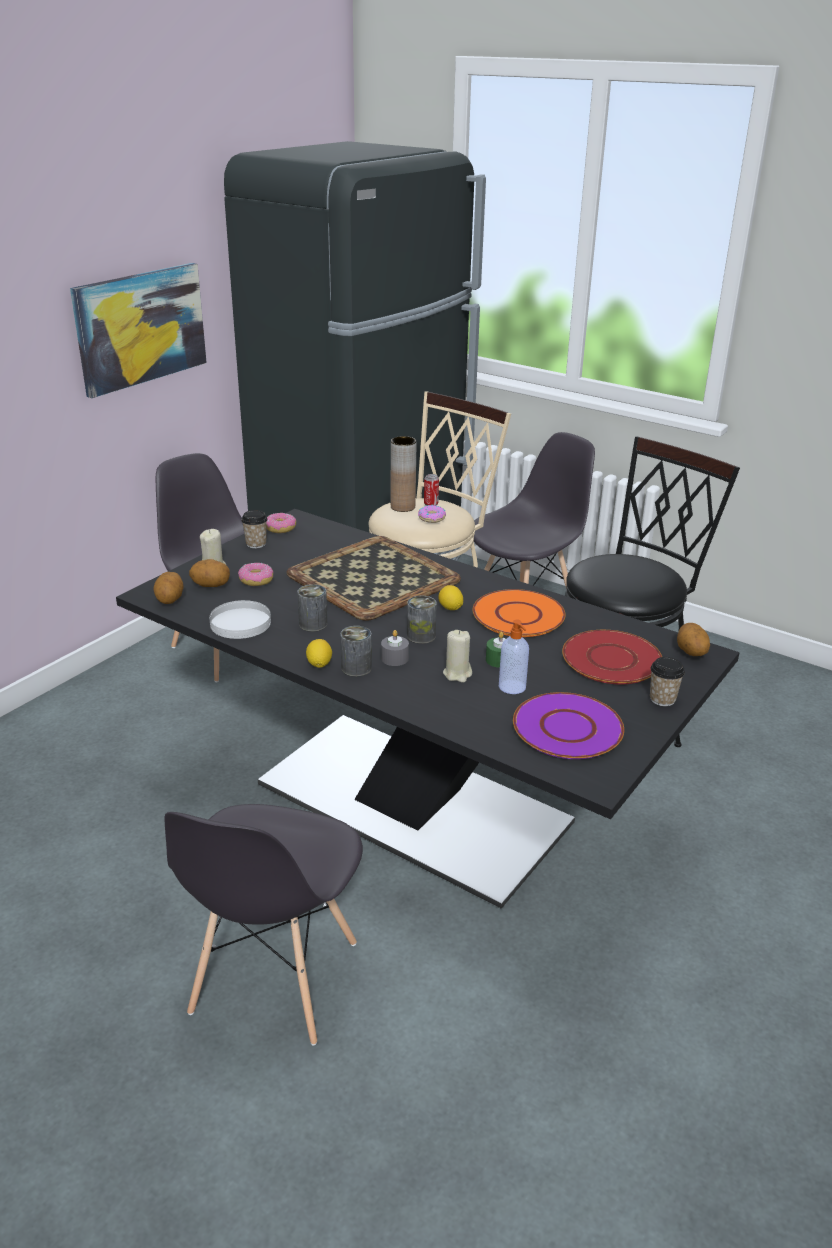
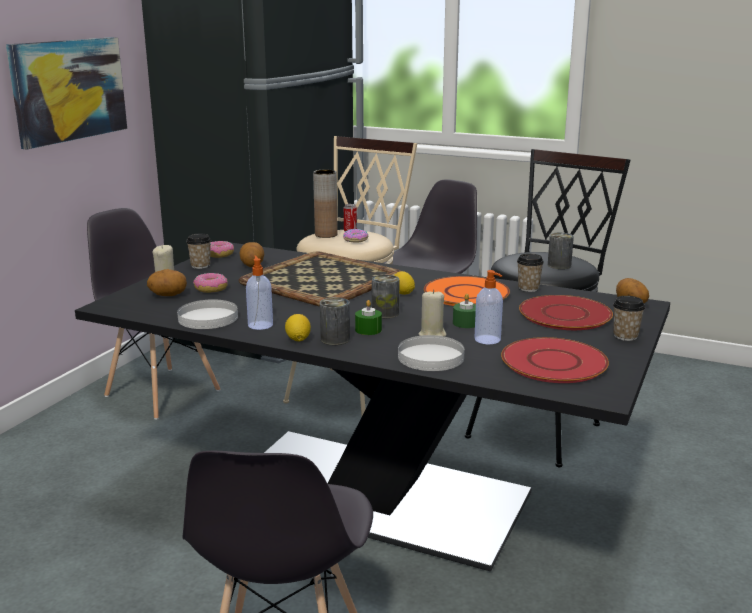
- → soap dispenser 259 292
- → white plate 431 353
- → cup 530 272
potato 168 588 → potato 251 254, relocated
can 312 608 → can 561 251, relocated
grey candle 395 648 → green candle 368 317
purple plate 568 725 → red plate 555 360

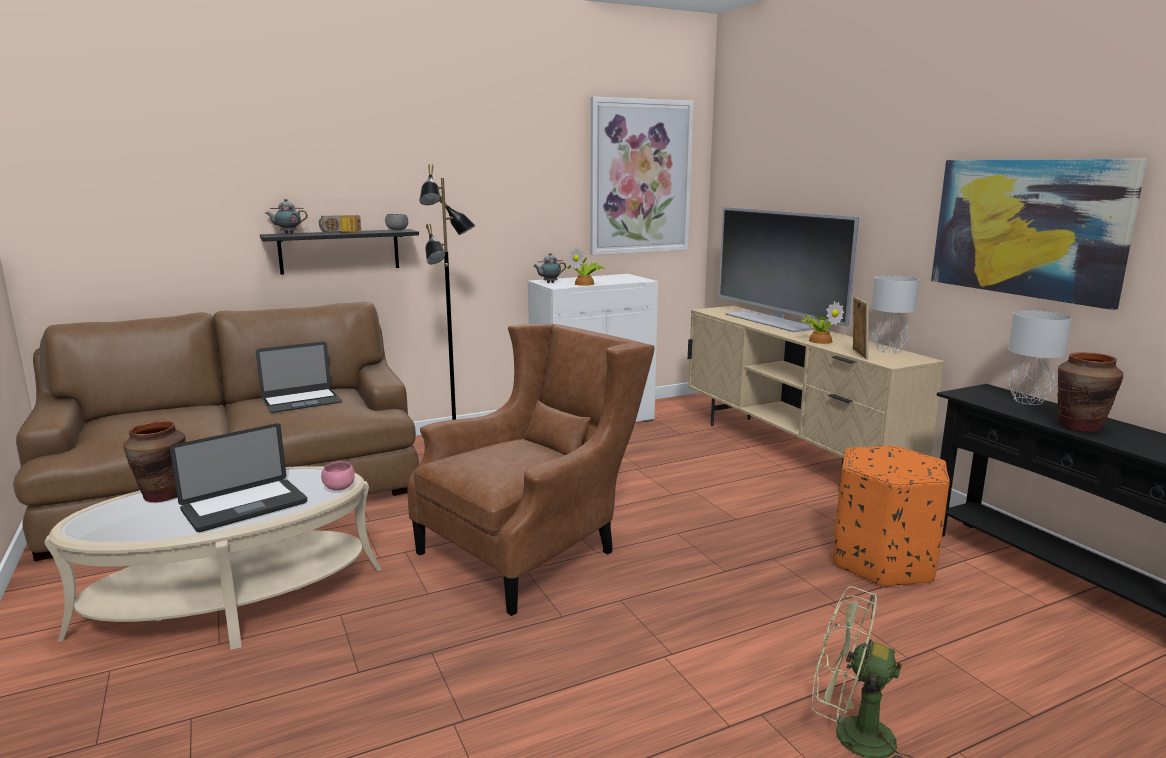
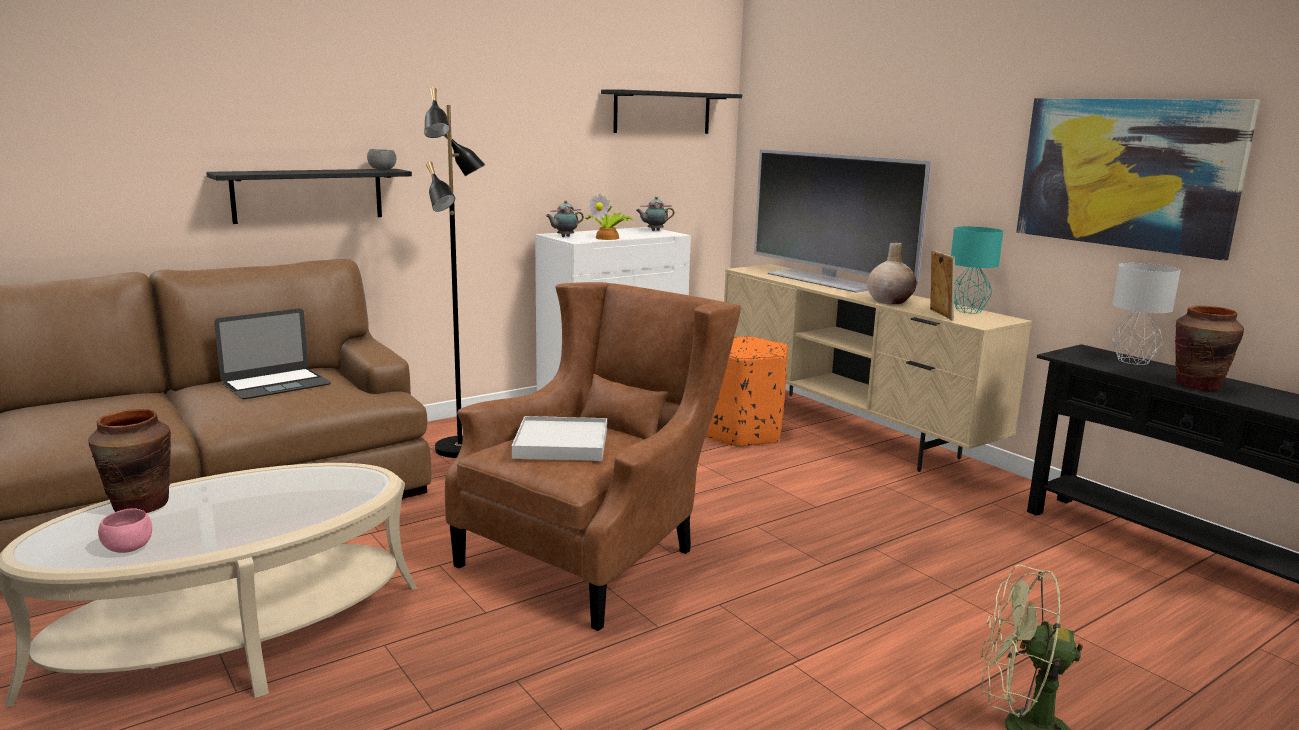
laptop 238 477 → -
radio 340 224 → -
- → white tray 559 438
teapot 287 216 → teapot 655 214, relocated
pink bowl 338 476 → pink bowl 125 530, relocated
orange ottoman 891 516 → orange ottoman 747 392, relocated
picture 642 176 → black shelf 671 112
potted plant 821 322 → beige vase 892 273
grey table lamp 895 314 → turquoise table lamp 977 269

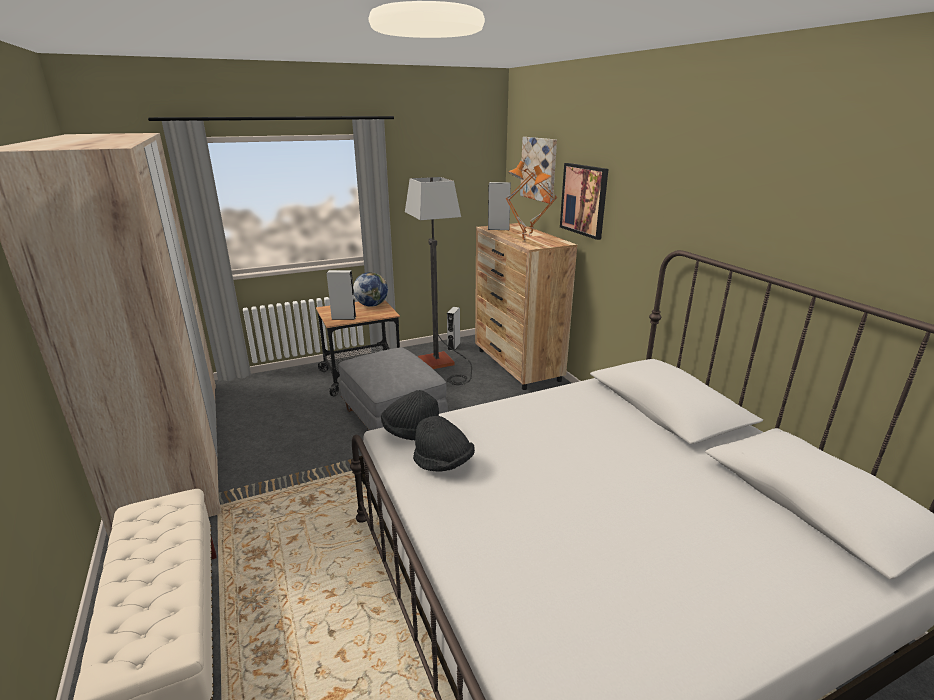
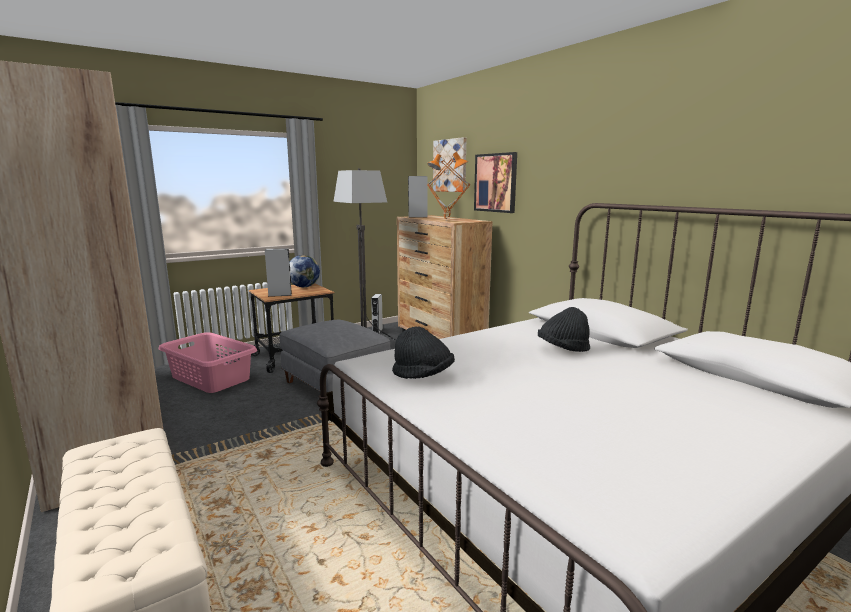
- → pink laundry basket 208 362
black hat 410 415 → black hat 564 329, relocated

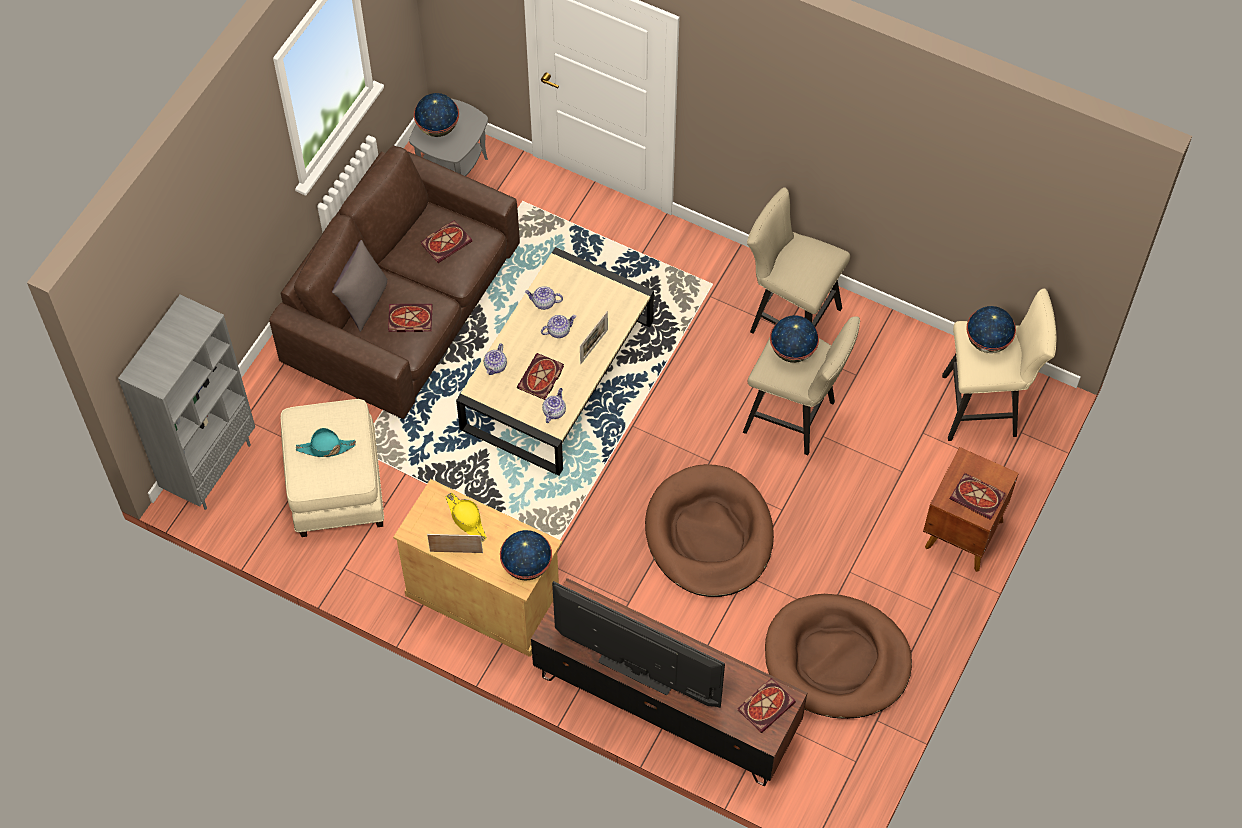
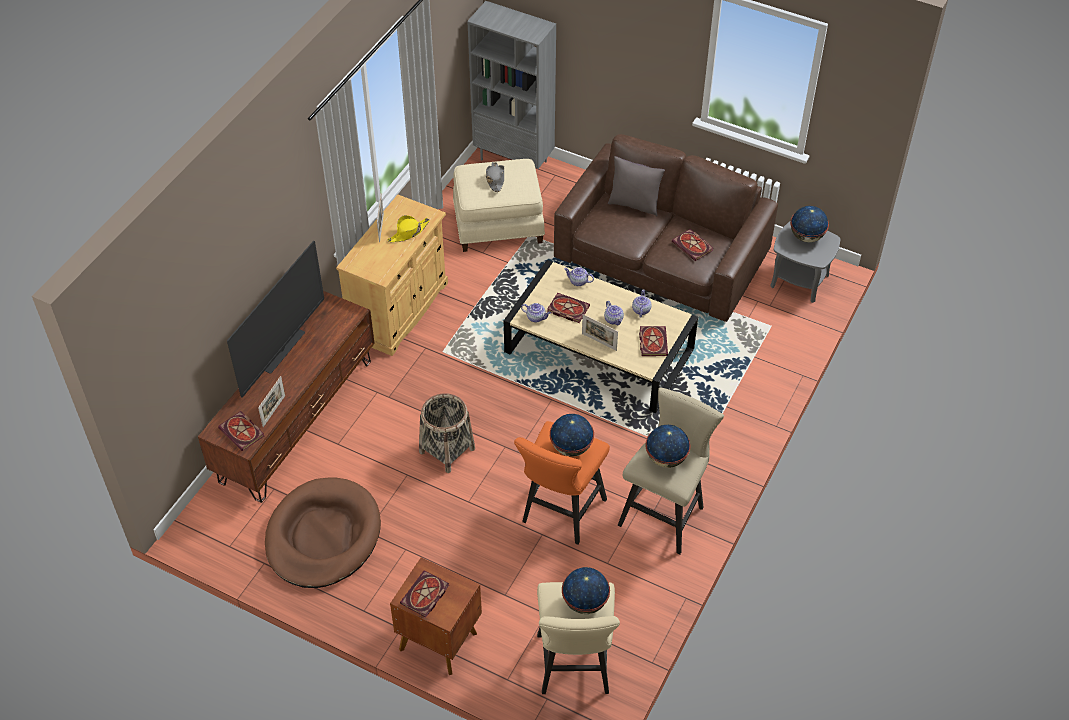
- → picture frame 271 401
book 410 318 → book 653 341, relocated
globe 526 555 → globe 668 446, relocated
brown dog bed 709 530 → basket 447 433
turquoise hat 326 442 → grey hat 495 177
beige stool 801 385 → orange stool 562 483

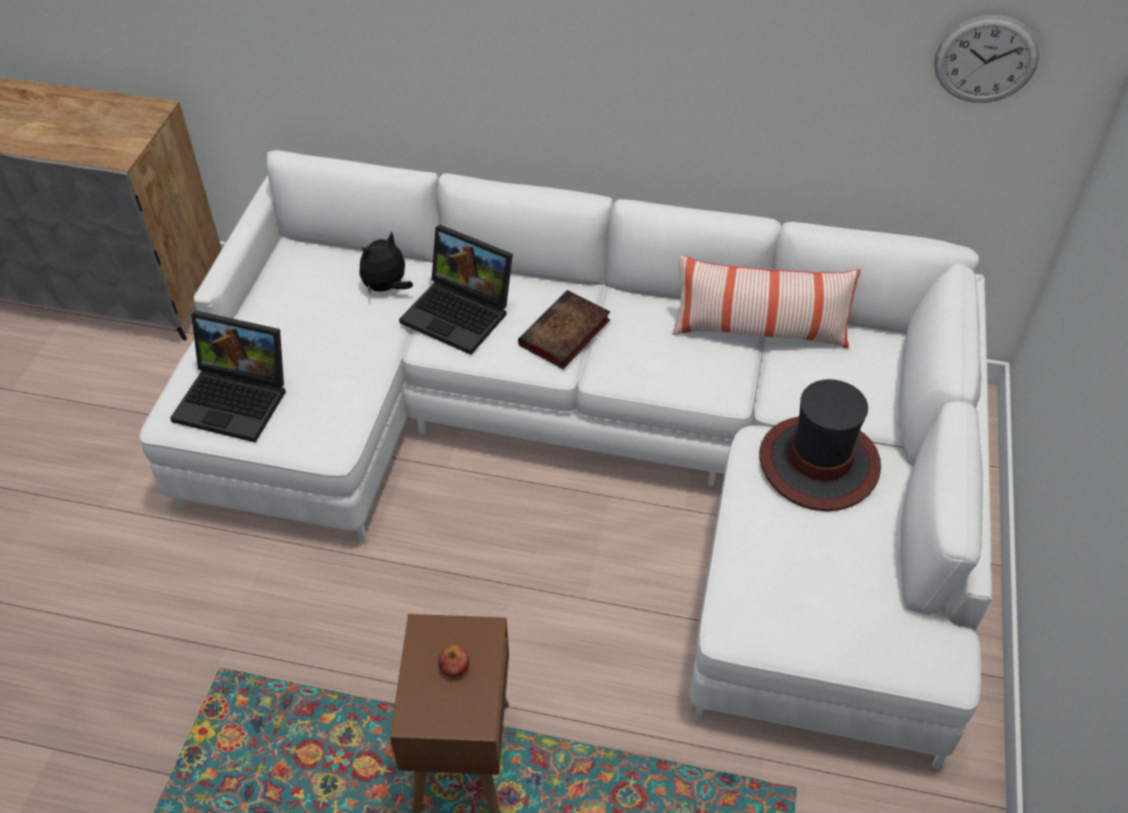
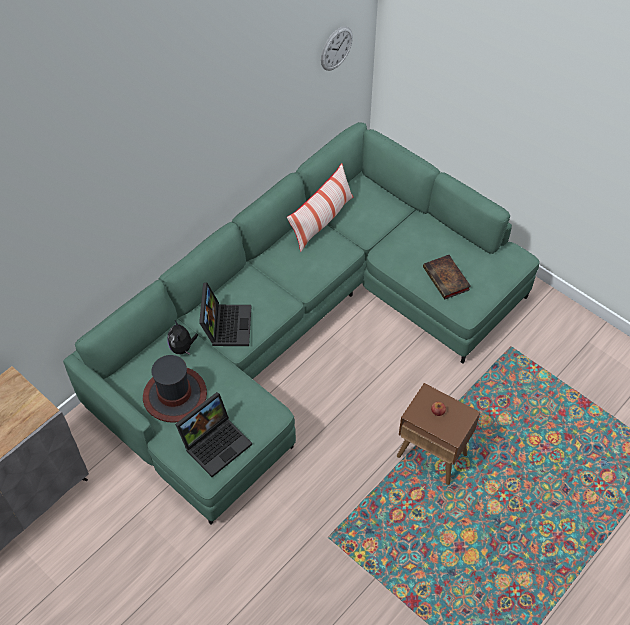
book 564 329 → book 447 277, relocated
hat 820 445 → hat 175 389, relocated
white sofa 566 459 → green sofa 301 323
laptop 456 290 → laptop 225 314, 60 degrees counterclockwise

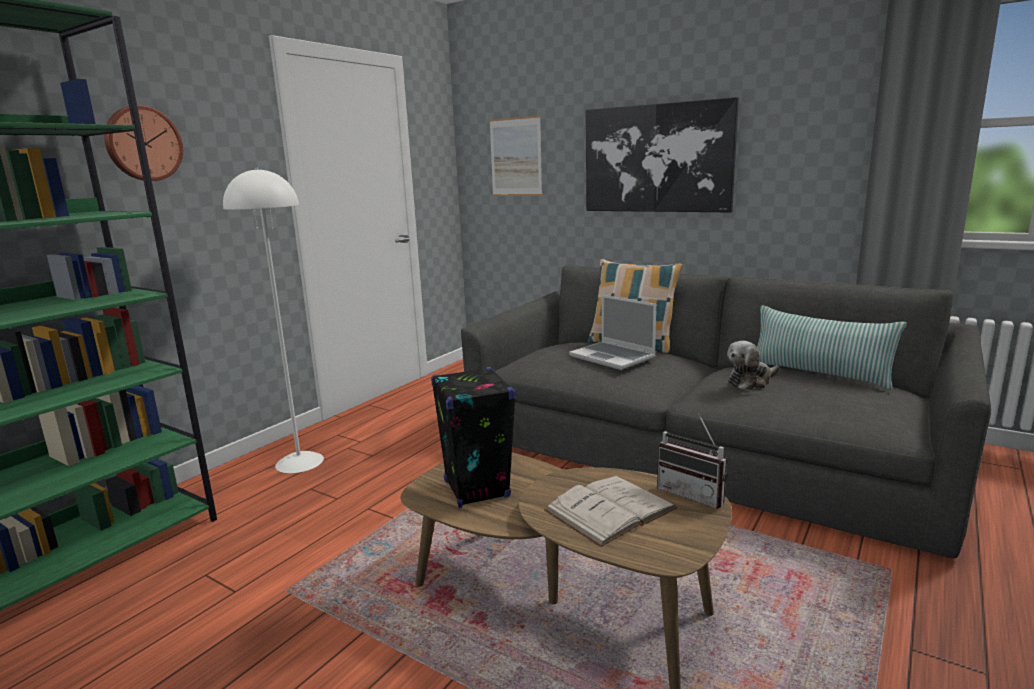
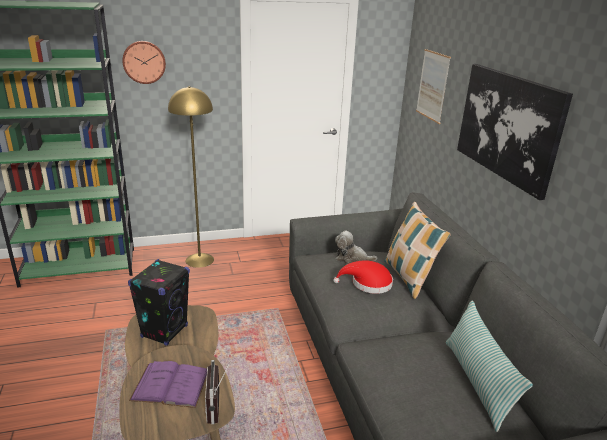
plush toy 753 365 → plush toy 356 247, relocated
laptop 612 332 → red hat 363 277
white floor lamp 273 320 → yellow floor lamp 191 177
white book 610 511 → purple book 168 384

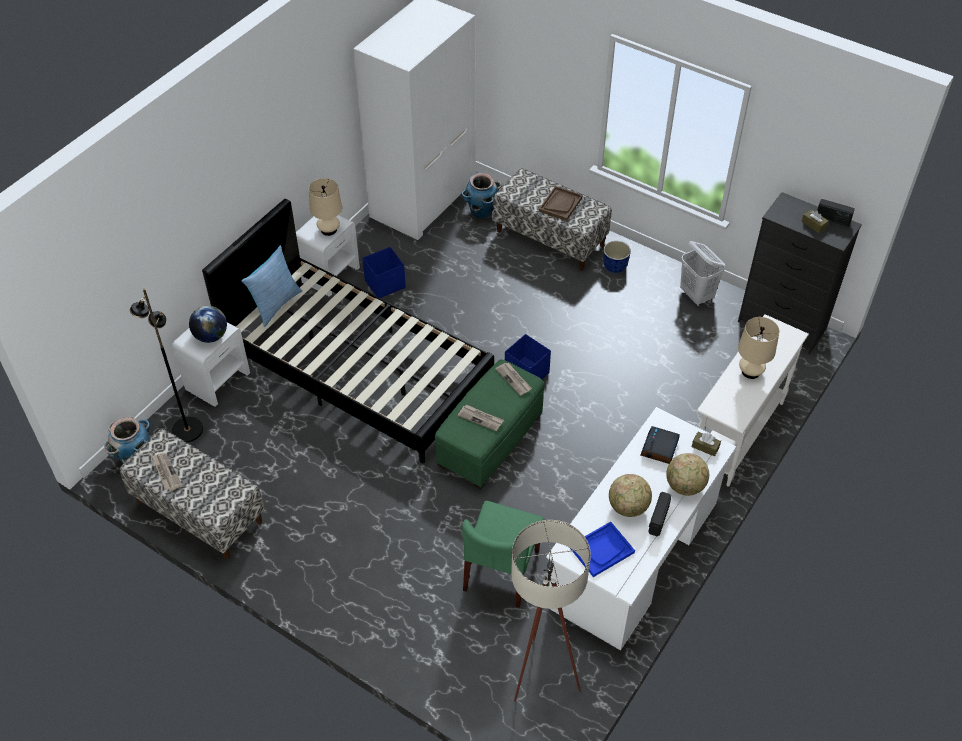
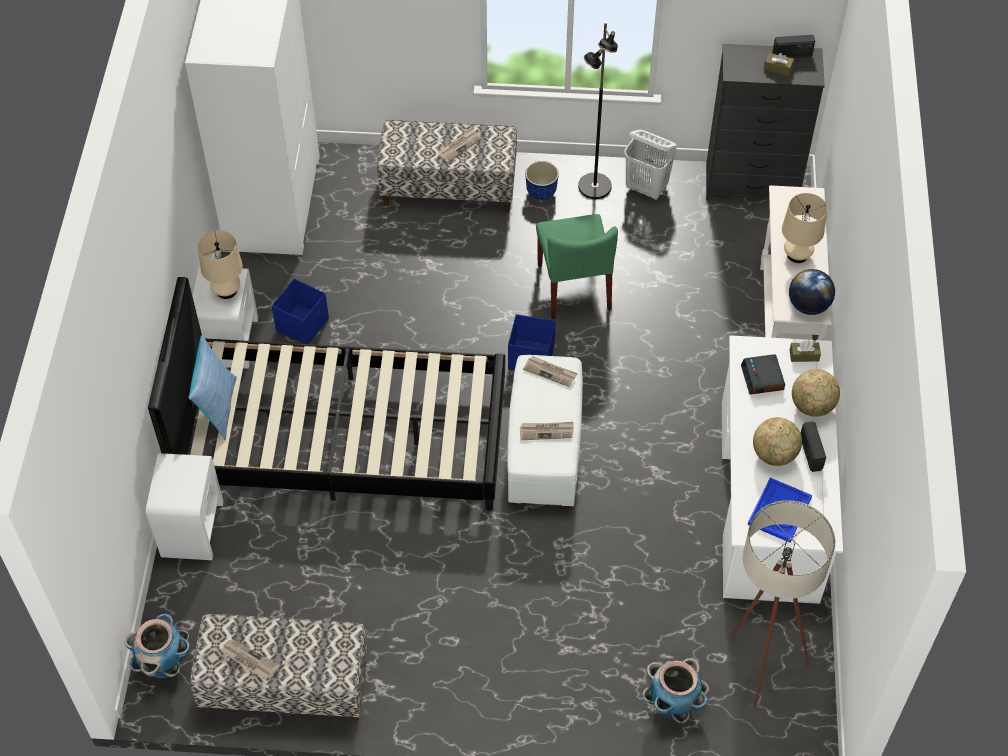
black floor lamp 166 365 → black floor lamp 598 110, relocated
globe 208 324 → globe 812 292, relocated
planter 482 196 → planter 676 690, relocated
green chair 503 554 → green chair 577 266, relocated
brown tray 561 203 → newspaper 459 145
green ottoman 489 424 → white ottoman 545 432

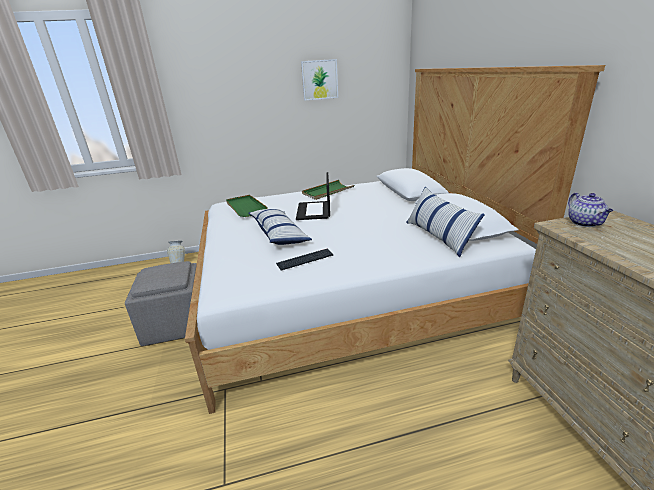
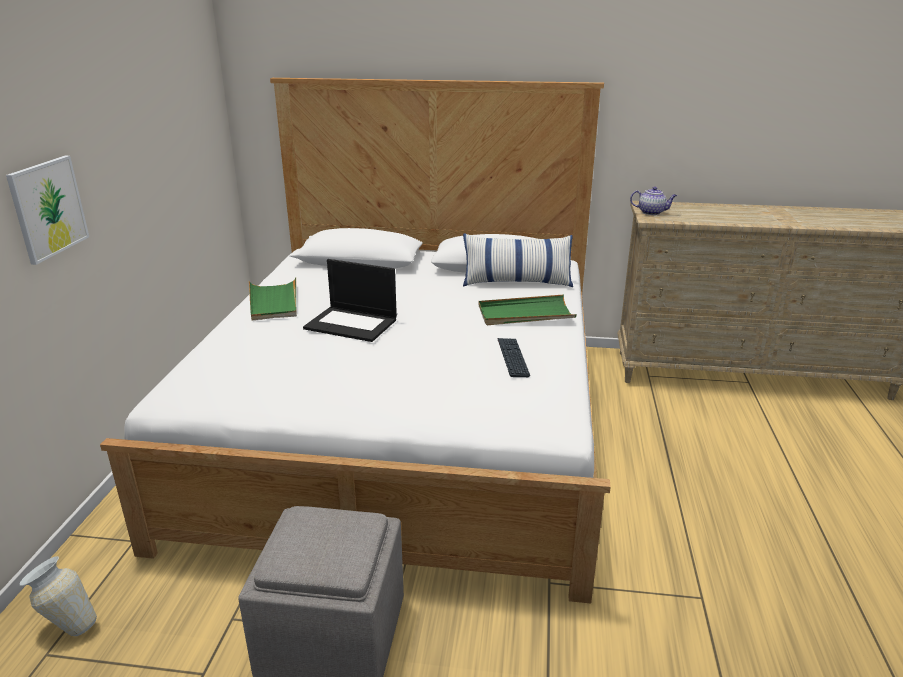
pillow 280 227 → -
green tray 247 206 → green tray 527 309, relocated
picture 319 80 → picture 47 210, relocated

